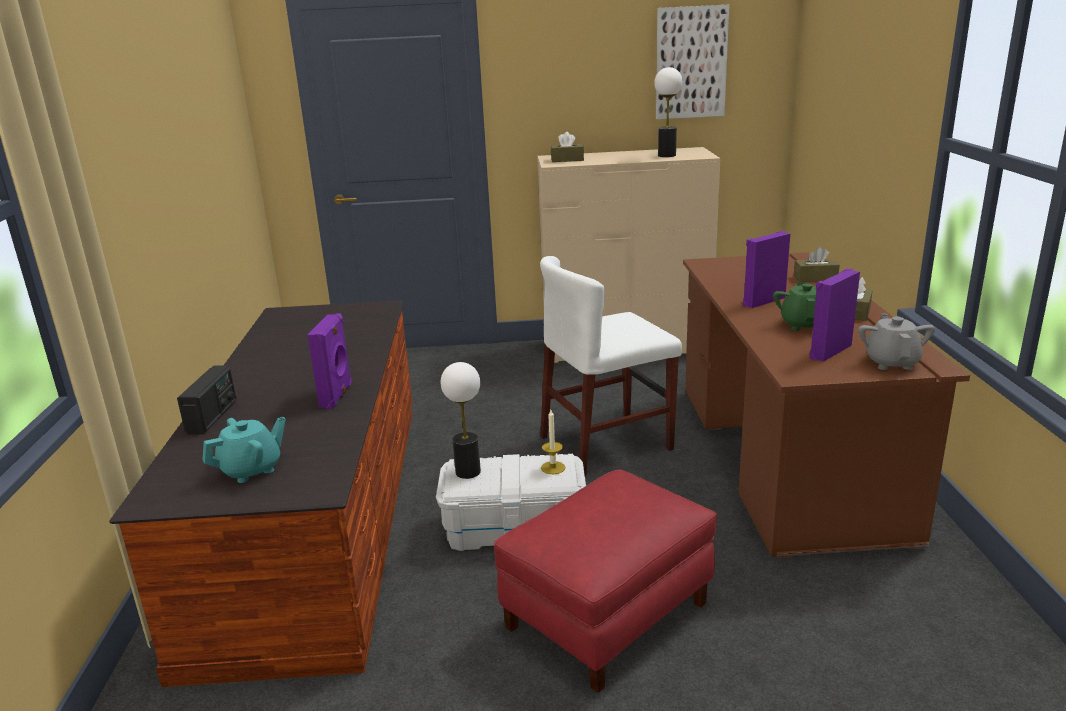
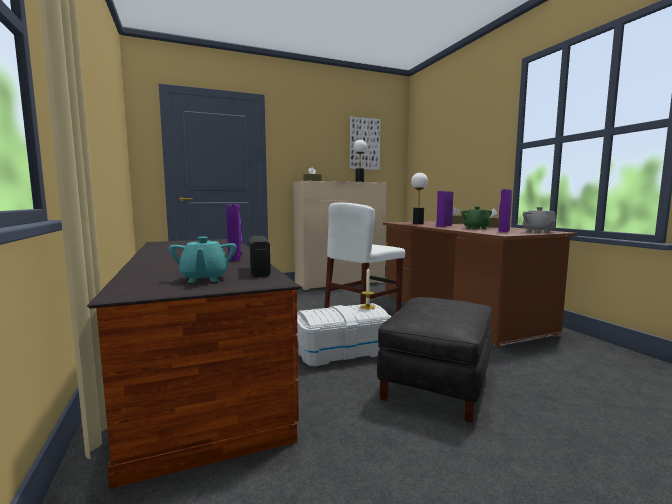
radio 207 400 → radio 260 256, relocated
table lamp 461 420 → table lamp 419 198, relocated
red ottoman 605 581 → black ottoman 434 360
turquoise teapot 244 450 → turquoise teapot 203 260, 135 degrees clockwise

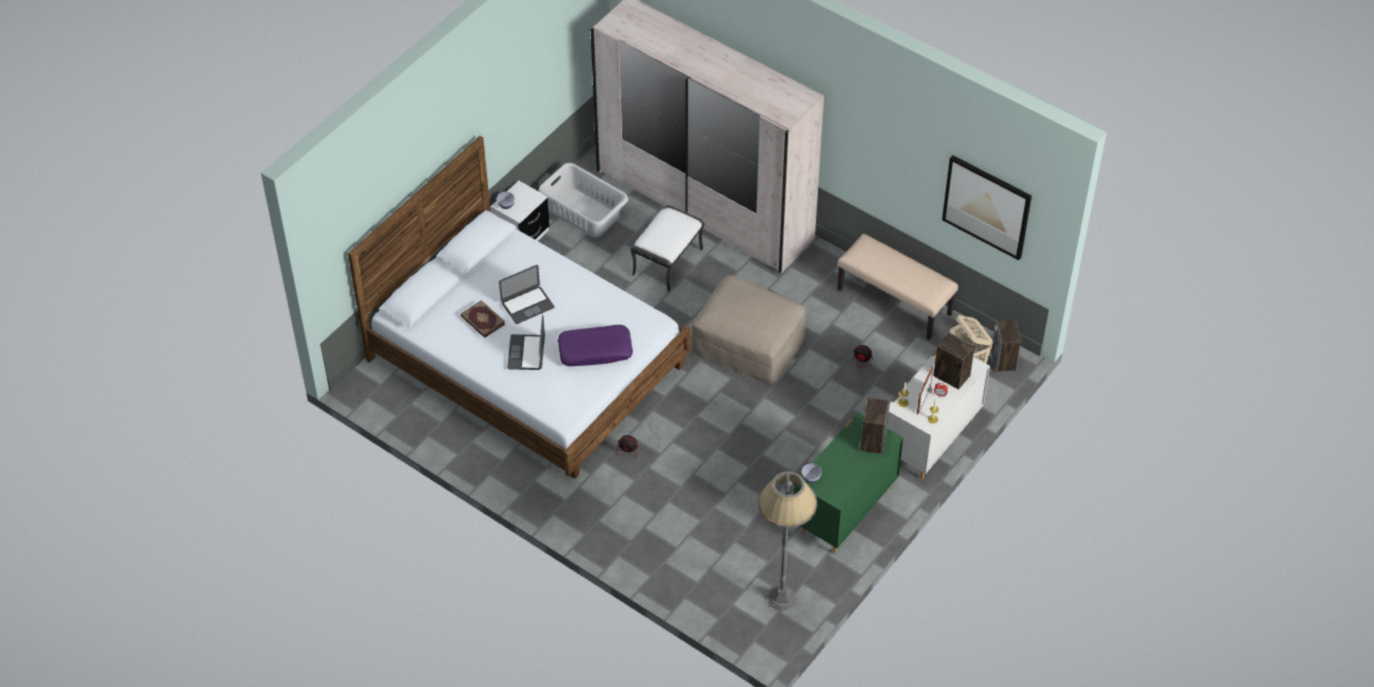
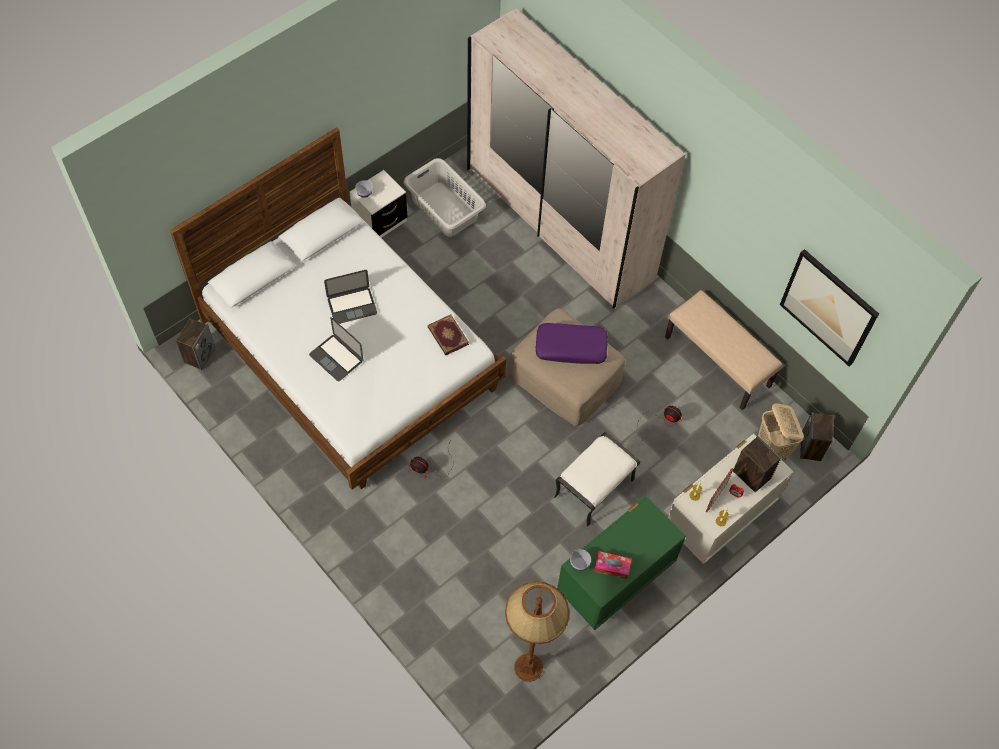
- → tissue box 613 565
book 482 319 → book 448 334, relocated
purple pillow 595 345 → purple pillow 572 343, relocated
white ottoman 667 248 → white ottoman 597 479, relocated
speaker 875 426 → speaker 196 344, relocated
grey floor lamp 787 541 → brown floor lamp 537 631
laptop 526 342 → laptop 336 349, 60 degrees counterclockwise

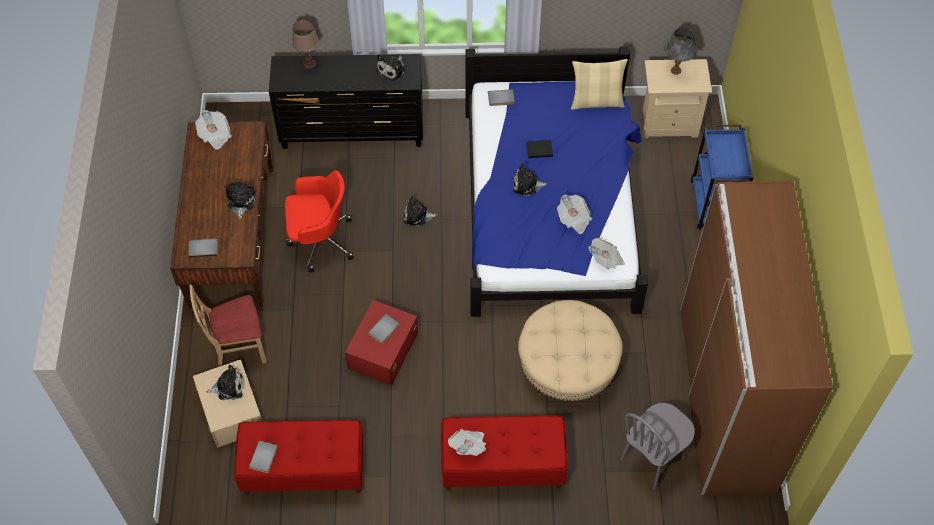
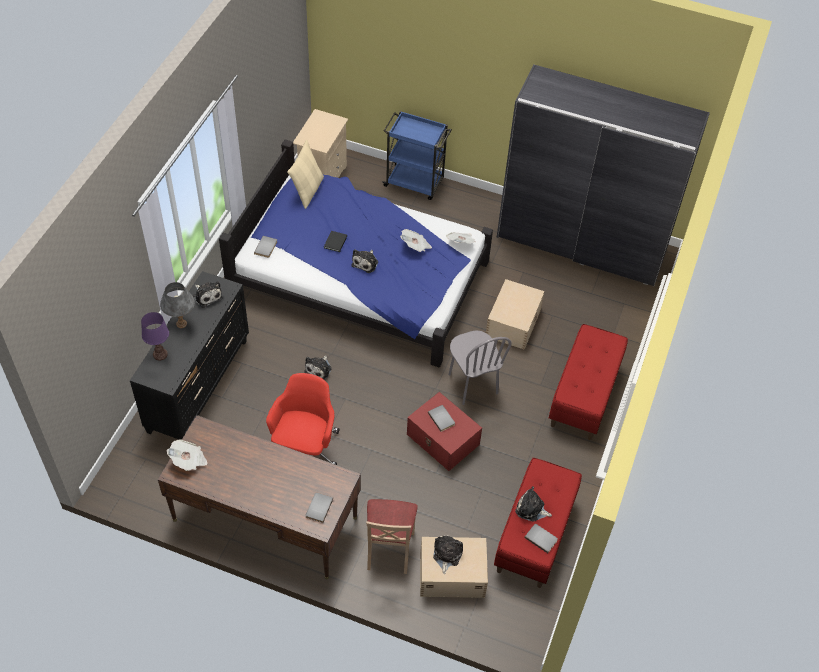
newspaper 467 442 → -
plush toy 240 200 → plush toy 533 504, relocated
grey chair 657 446 → grey chair 480 367, relocated
grey table lamp 680 51 → grey table lamp 177 305, relocated
beige ottoman 570 350 → beige storage box 515 314
brown table lamp 305 45 → purple table lamp 155 336
brown wardrobe 756 339 → grey wardrobe 603 175

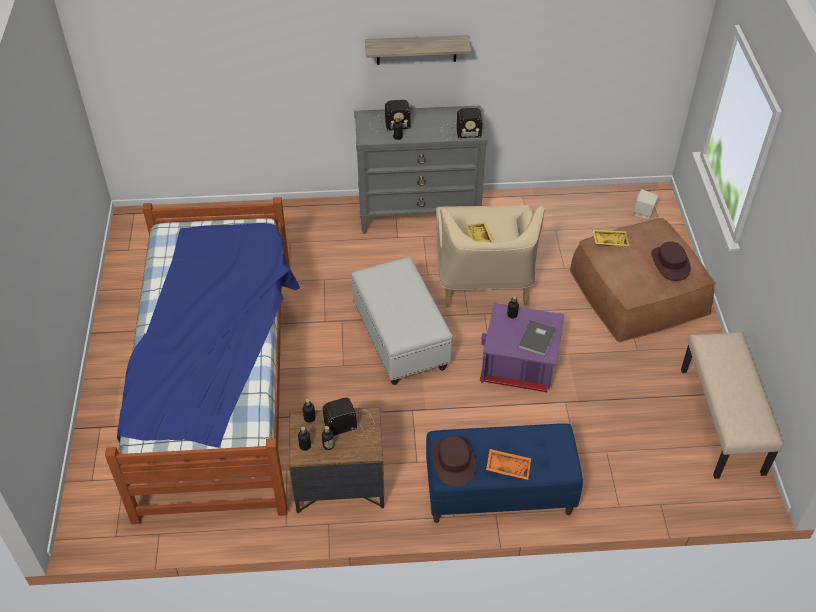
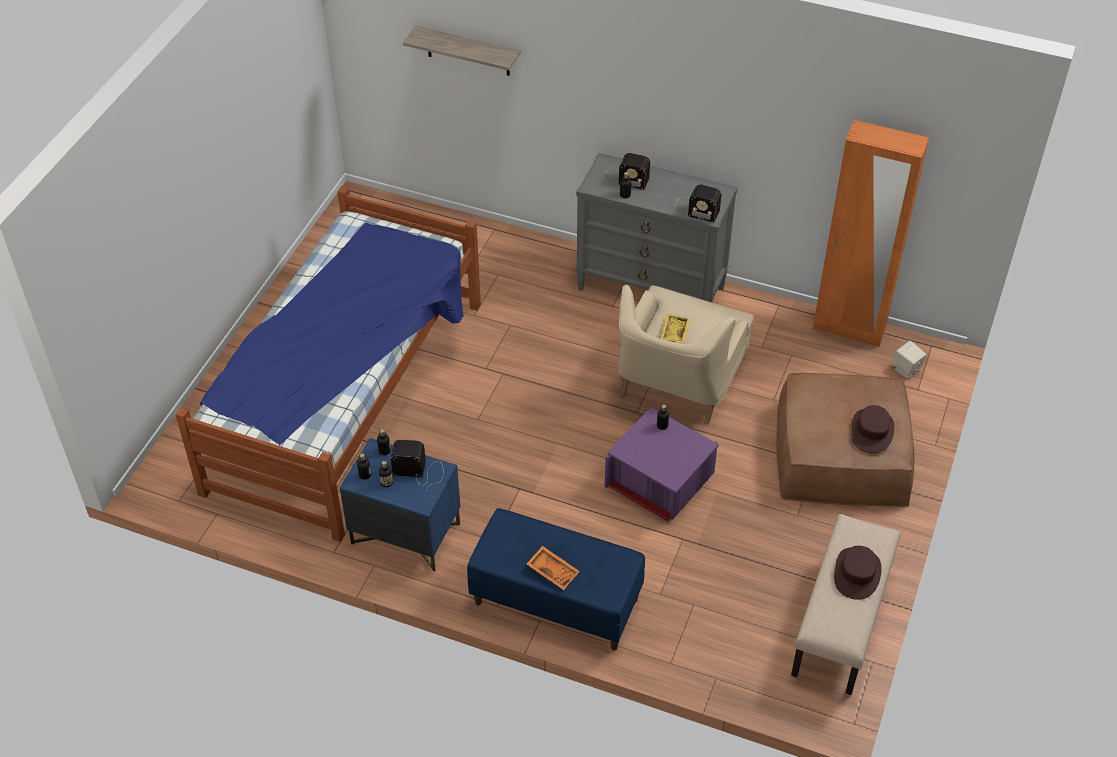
white ottoman 402 321 → -
grey book 537 338 → -
yellow tray 611 237 → -
- → orange wardrobe 871 233
shelf 418 50 → shelf 462 51, relocated
brown hat 454 461 → brown hat 858 573, relocated
brown nightstand 336 460 → blue nightstand 400 505

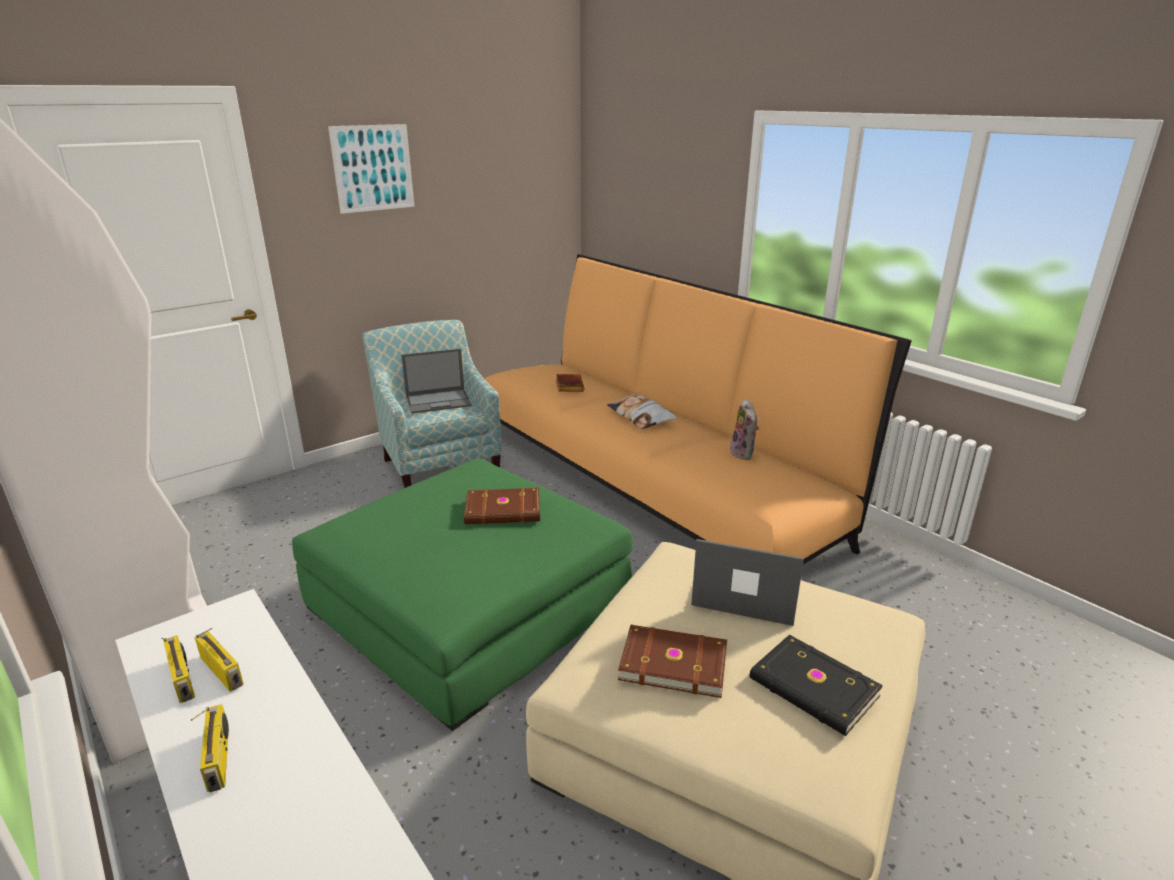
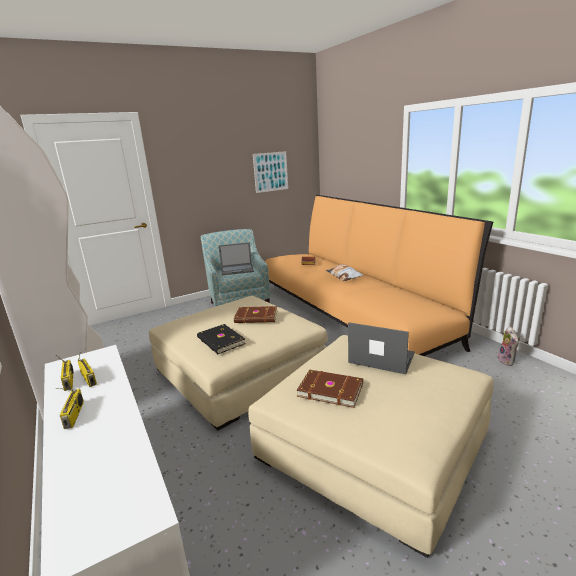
picture 371 169 → picture 270 172, relocated
plush toy 744 429 → plush toy 508 346, relocated
black book 816 685 → black book 221 339, relocated
green ottoman 462 594 → beige ottoman 238 363

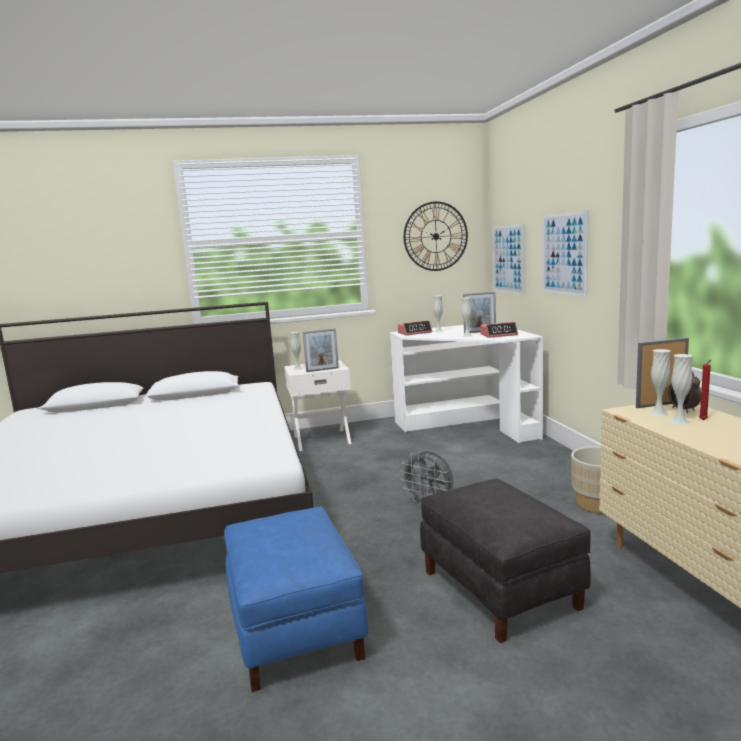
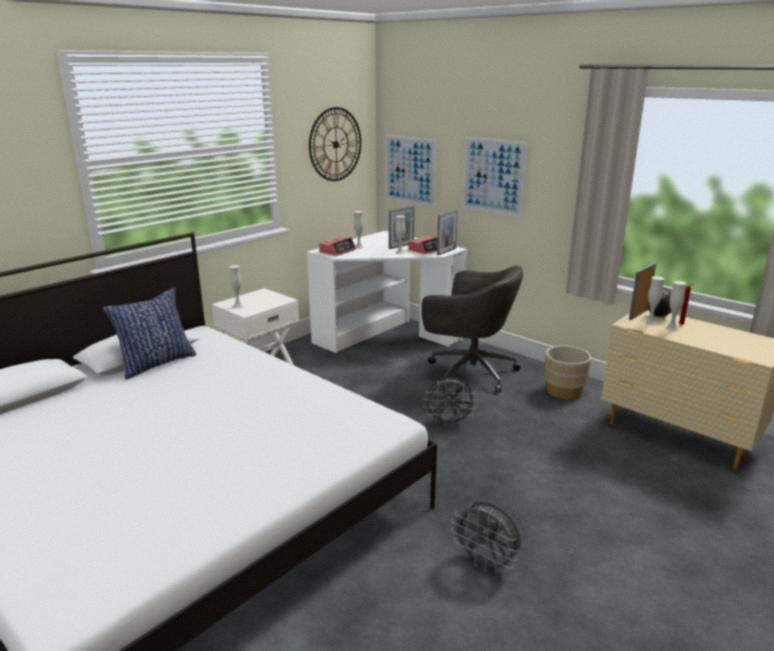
black ottoman 505 560 → -
- → blue pillow 149 333
- → grey office chair 472 329
picture frame 321 350 → picture frame 447 232, relocated
blue ottoman 296 599 → grey fan 486 538

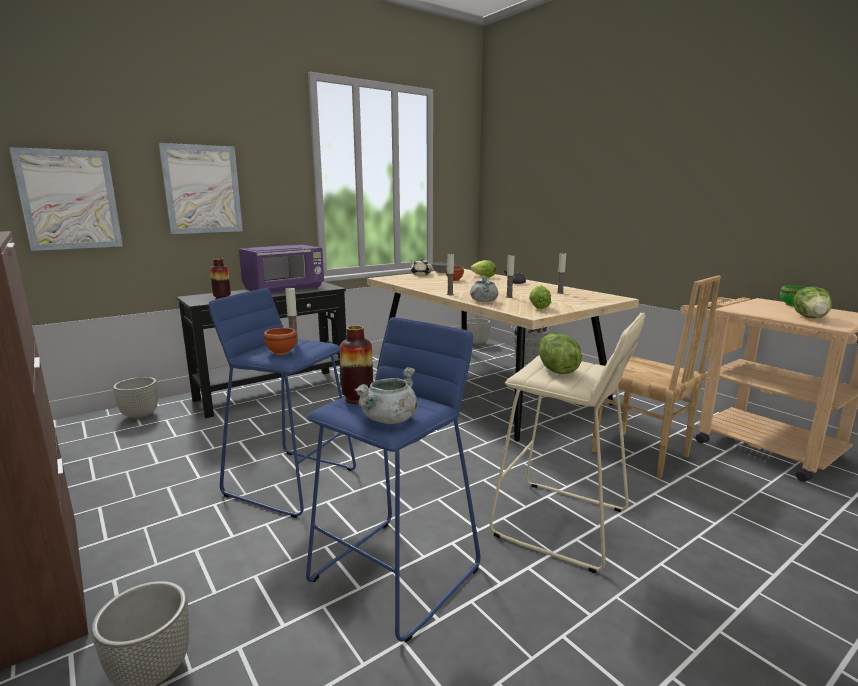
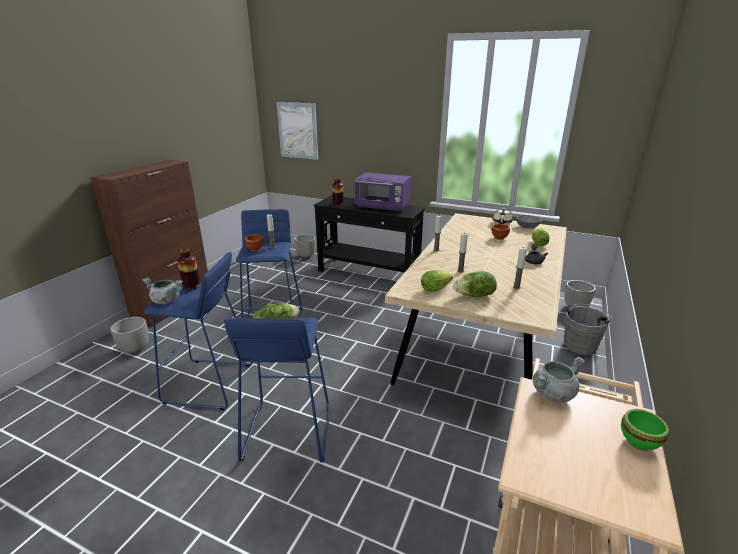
picture 201 188 → -
brown chair 656 377 → -
grey cooking pot 484 288 → grey cooking pot 559 379, relocated
lettuce 812 302 → lettuce 475 284, relocated
beige stool 567 443 → blue stool 277 390

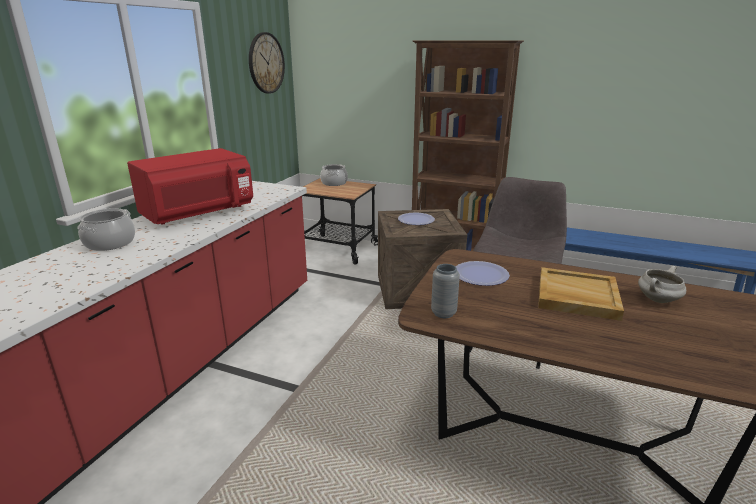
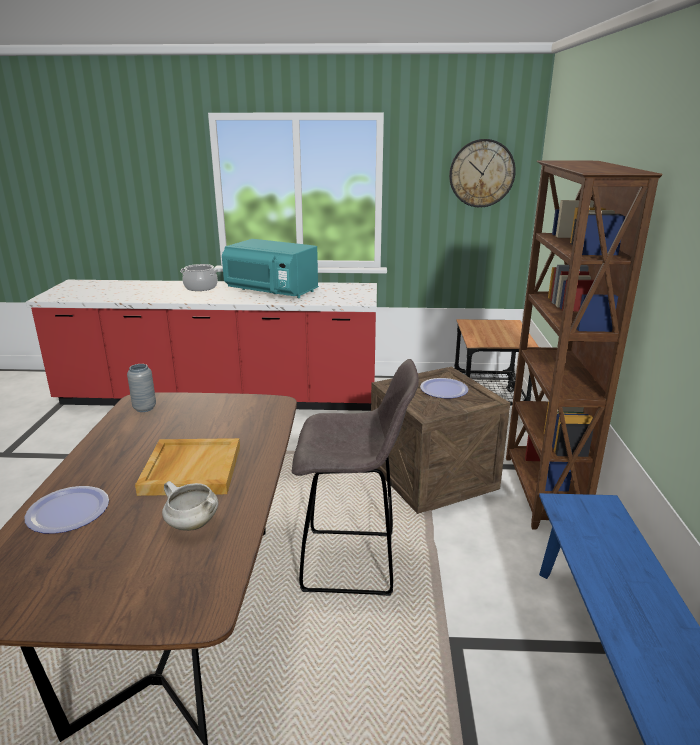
cooking pot 334 175 → -
plate 482 273 → plate 67 510, relocated
red microwave 190 186 → turquoise microwave 270 268

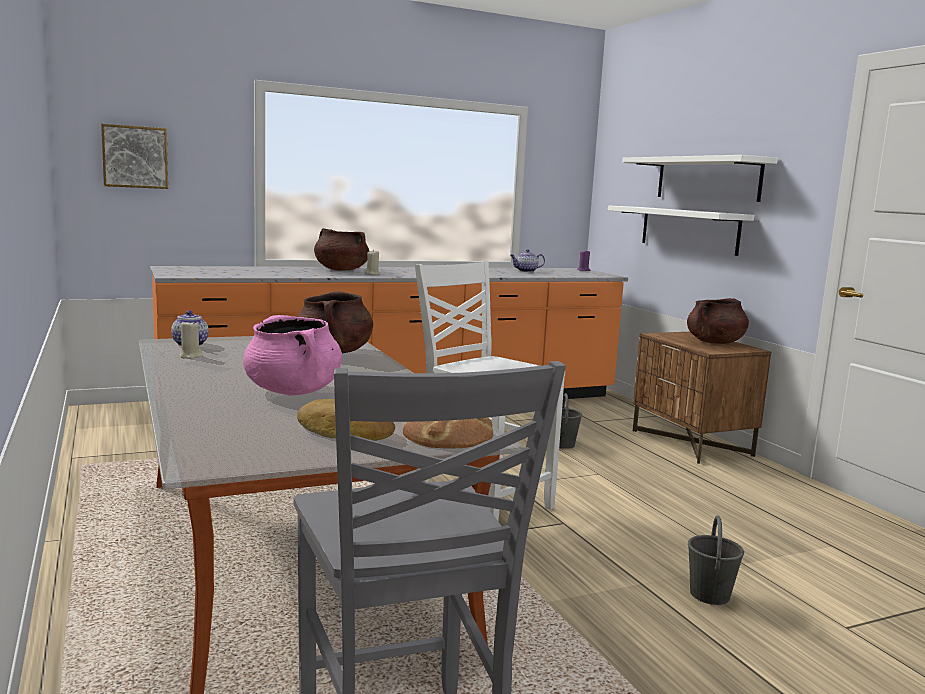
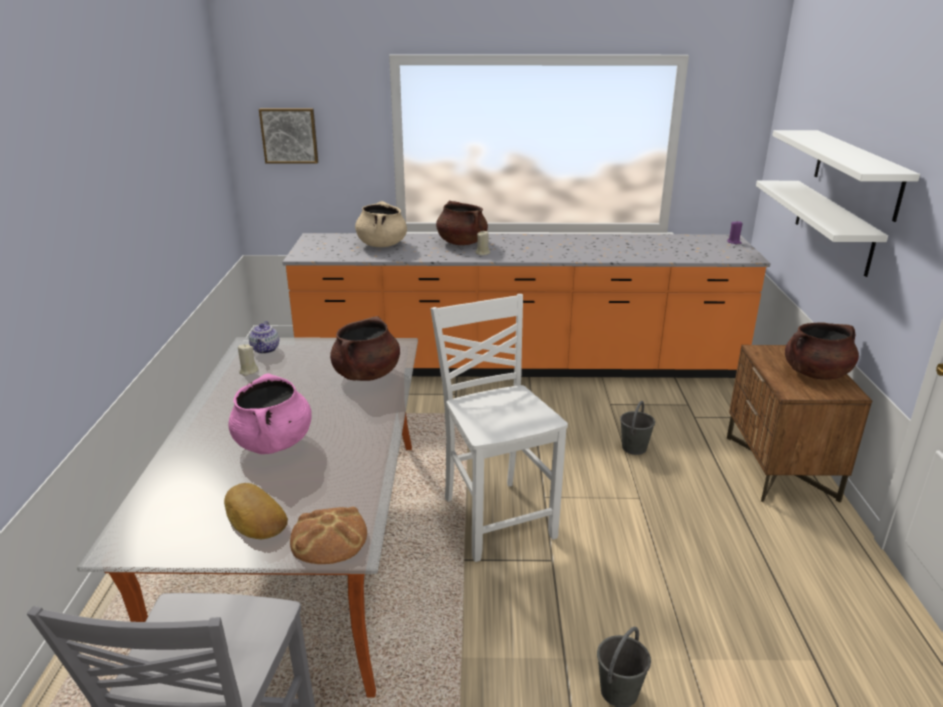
teapot 528 260 → -
- → beige cooking pot 381 224

